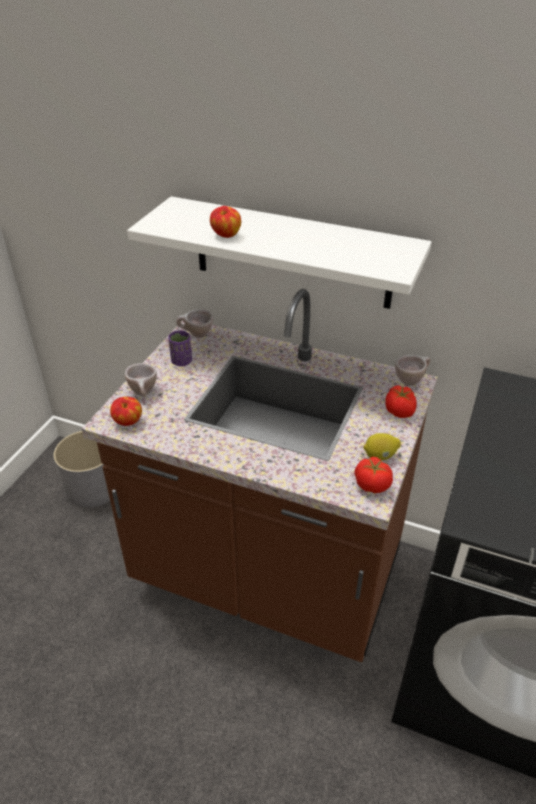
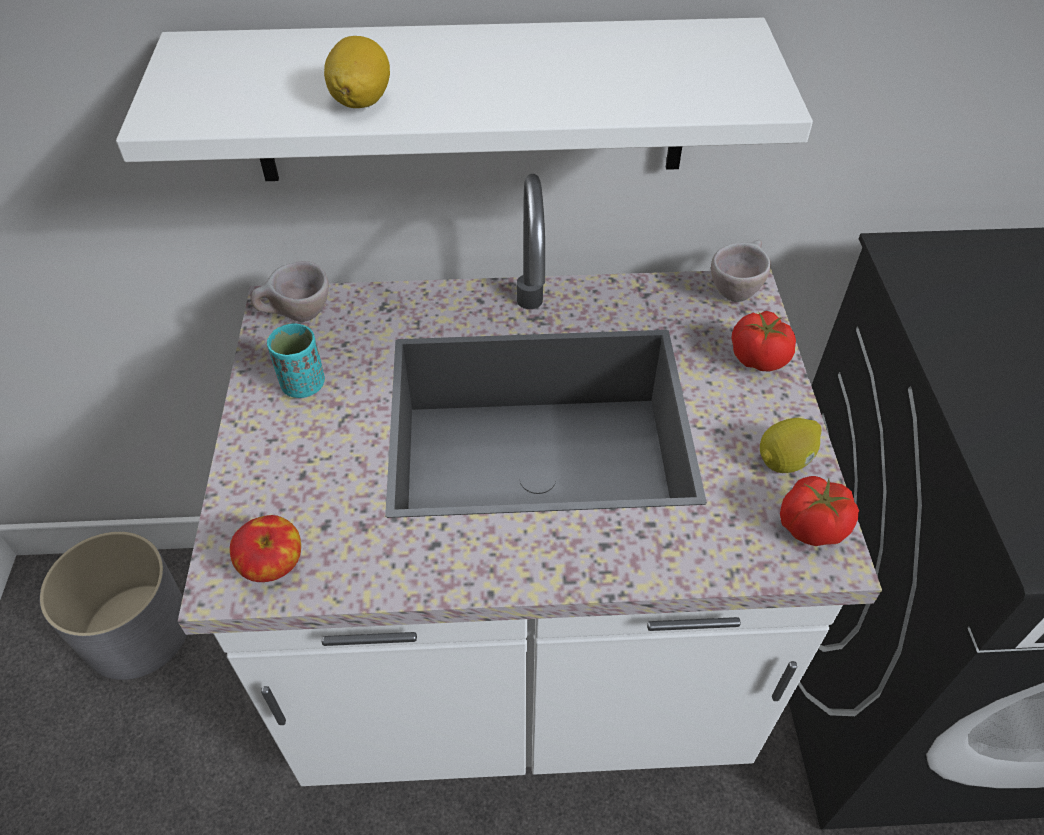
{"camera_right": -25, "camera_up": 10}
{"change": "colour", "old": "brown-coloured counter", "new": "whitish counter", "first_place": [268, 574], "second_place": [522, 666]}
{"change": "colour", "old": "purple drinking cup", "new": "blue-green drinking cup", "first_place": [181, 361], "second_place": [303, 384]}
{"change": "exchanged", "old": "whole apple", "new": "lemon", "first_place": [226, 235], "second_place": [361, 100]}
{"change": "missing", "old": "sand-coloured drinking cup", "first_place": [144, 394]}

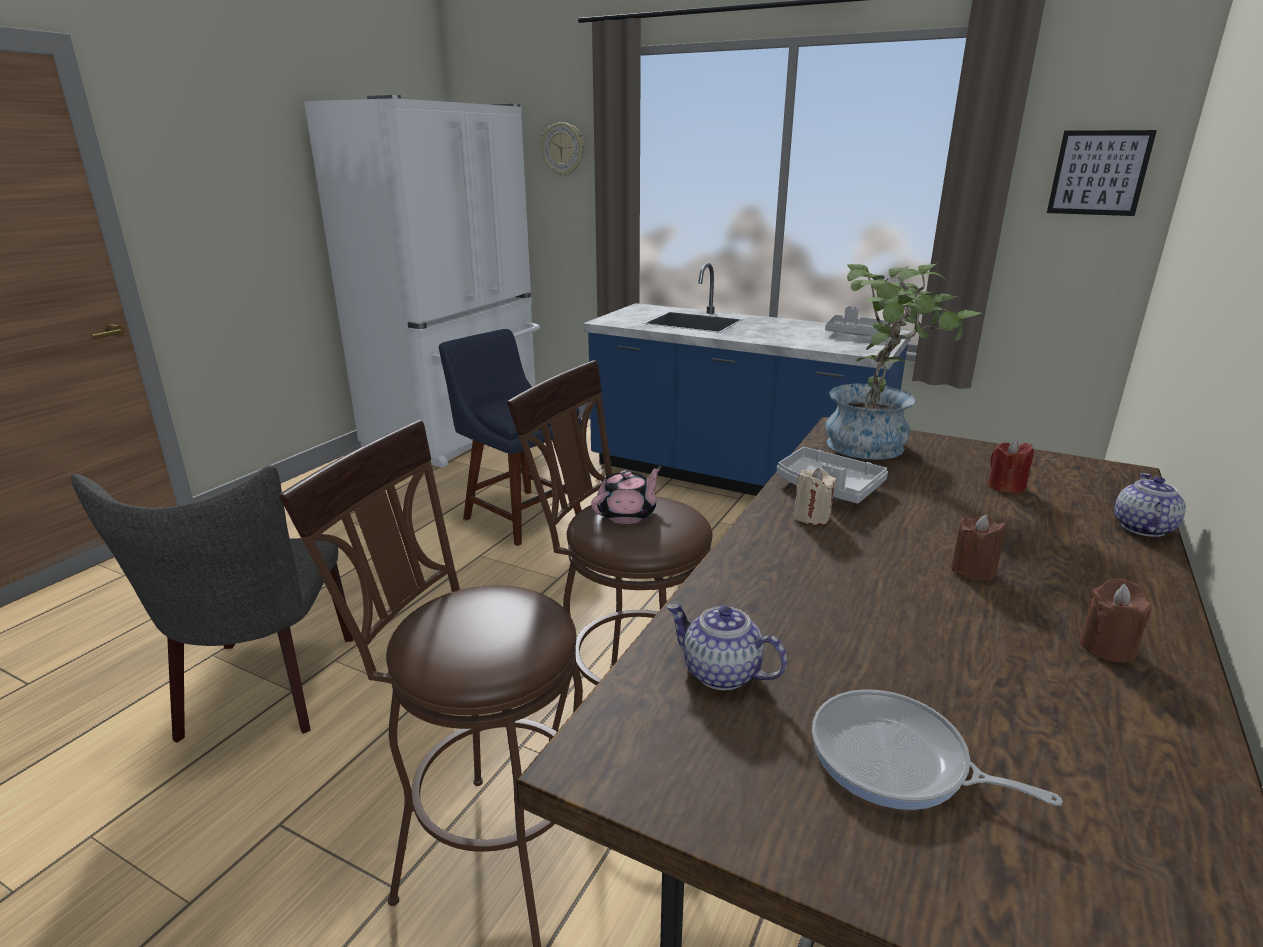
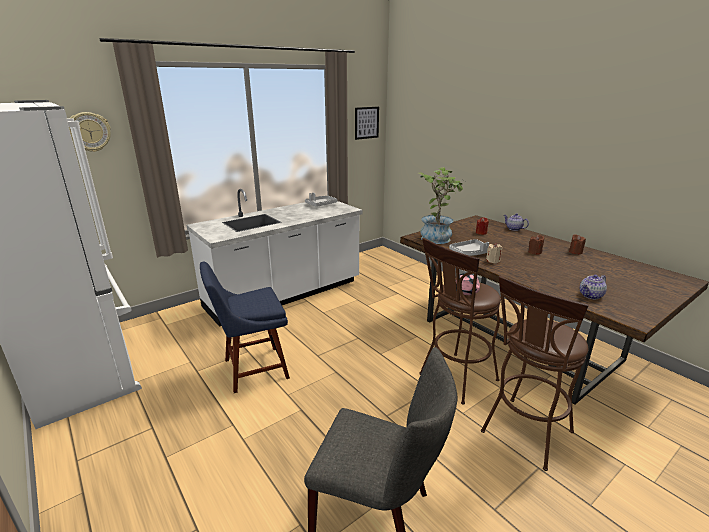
{"camera_right": -65, "camera_up": 0}
{"change": "colour", "old": "bluish counter", "new": "whitish counter", "first_place": [734, 477], "second_place": [285, 295]}
{"change": "missing", "old": "frying pan", "first_place": [896, 761]}

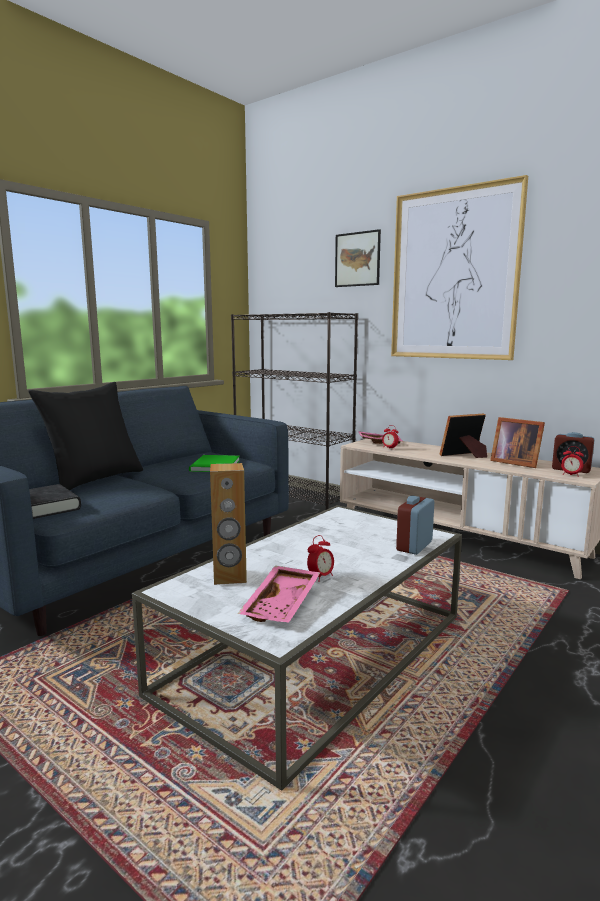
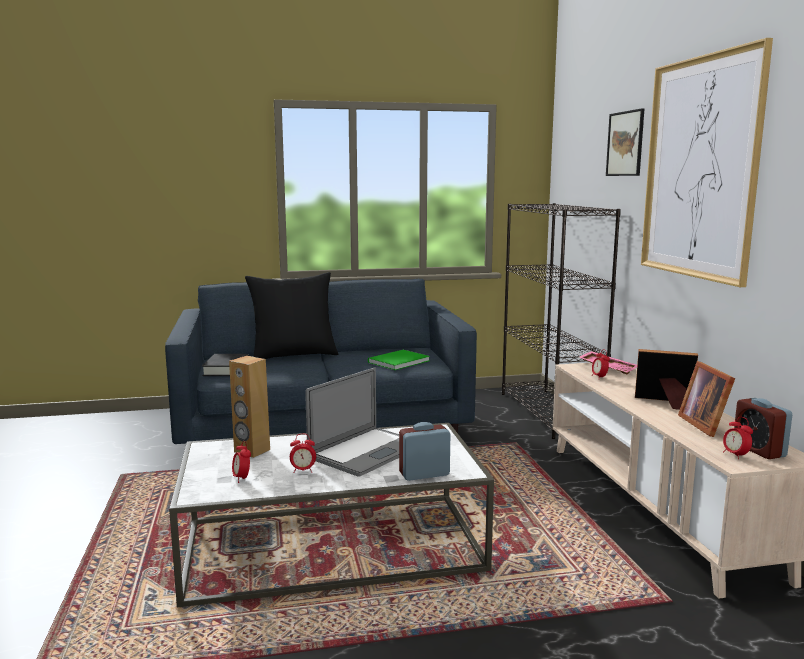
{"camera_right": 40, "camera_up": 0}
{"change": "exchanged", "old": "pinkish tray", "new": "bedside clock", "first_place": [283, 605], "second_place": [242, 478]}
{"change": "appeared", "new": "laptop", "second_place": [367, 451]}

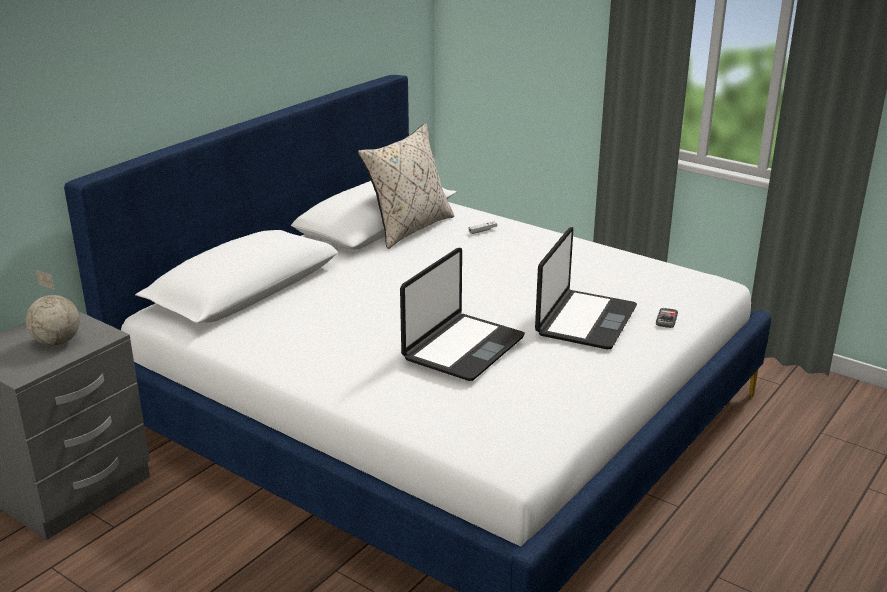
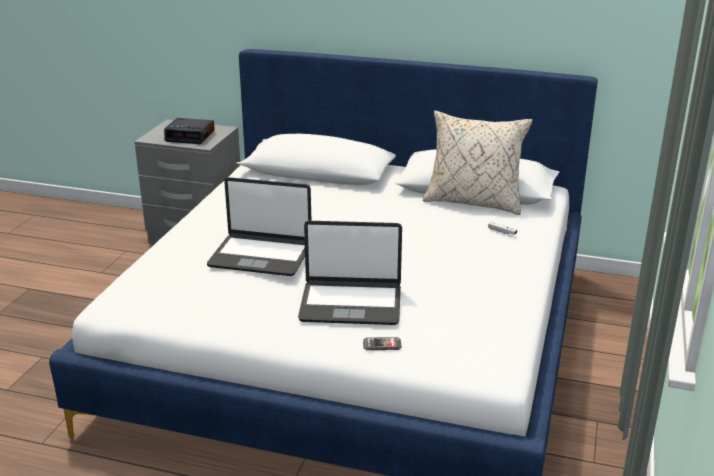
{"camera_right": 70, "camera_up": 0}
{"change": "exchanged", "old": "globe", "new": "bedside clock", "first_place": [57, 342], "second_place": [190, 136]}

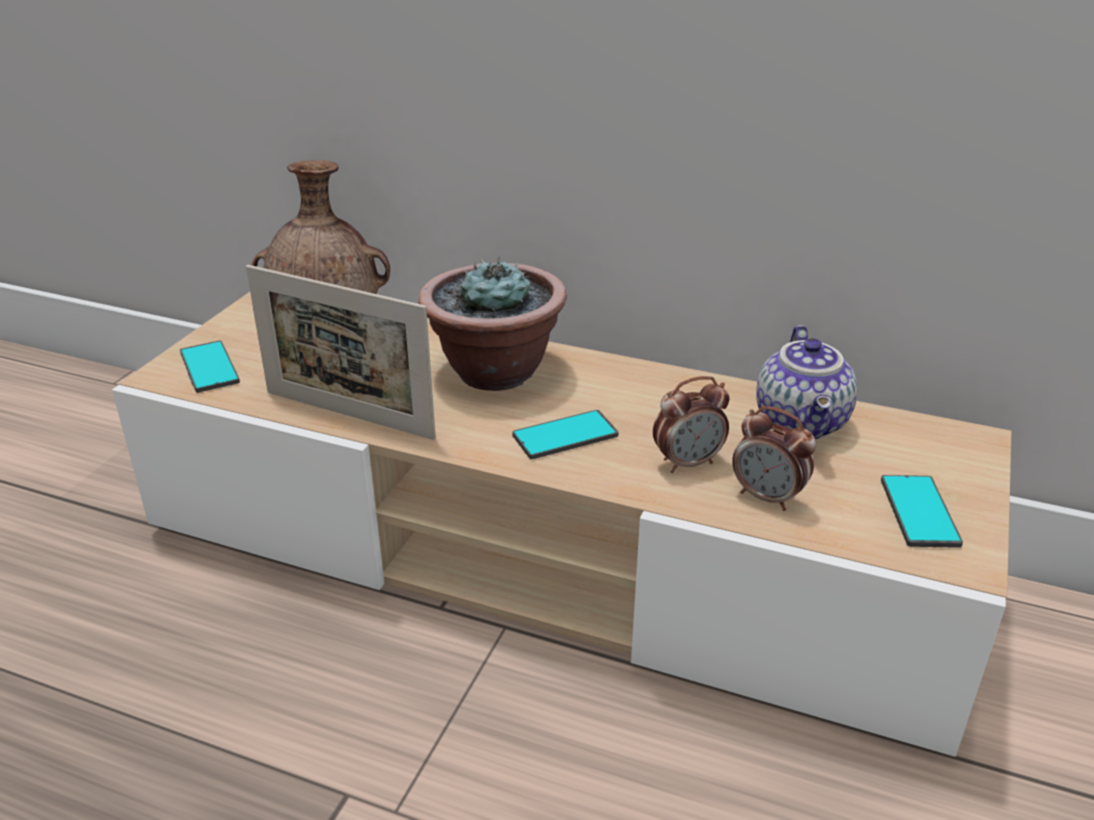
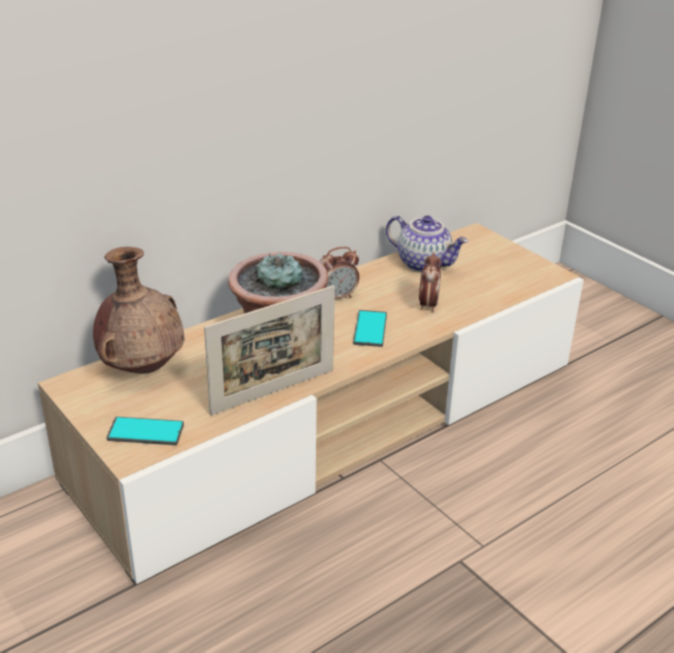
{"camera_right": -60, "camera_up": 0}
{"change": "relocated", "old": "bedside clock", "first_place": [768, 497], "second_place": [337, 297]}
{"change": "missing", "old": "handset", "first_place": [919, 512]}

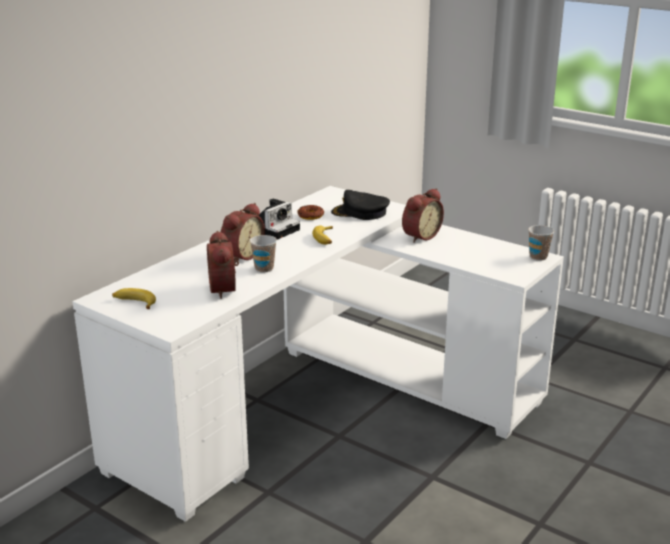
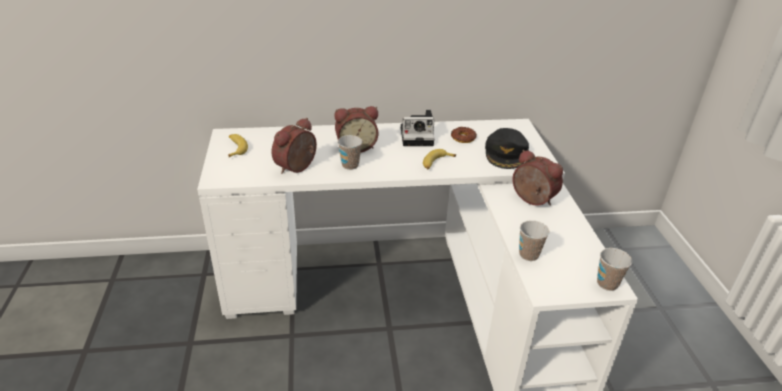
{"camera_right": 45, "camera_up": 10}
{"change": "spun", "old": "blackish peaked cap", "first_place": [360, 212], "second_place": [506, 153], "degrees": -135}
{"change": "spun", "old": "bedside clock", "first_place": [419, 236], "second_place": [531, 200], "degrees": -135}
{"change": "appeared", "new": "drinking cup", "second_place": [529, 255]}

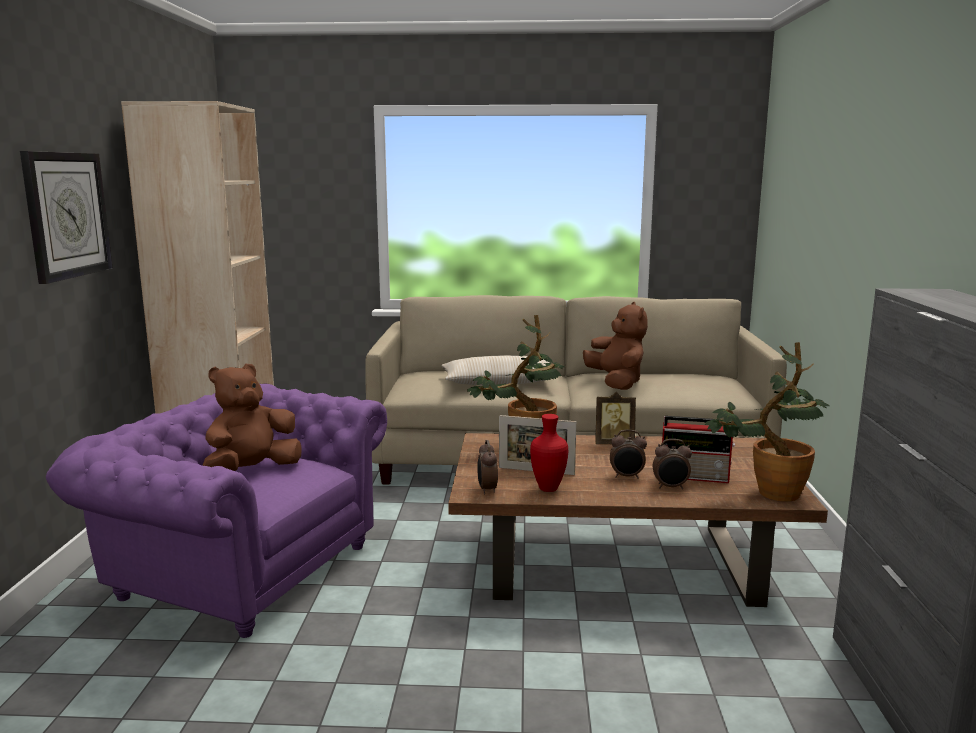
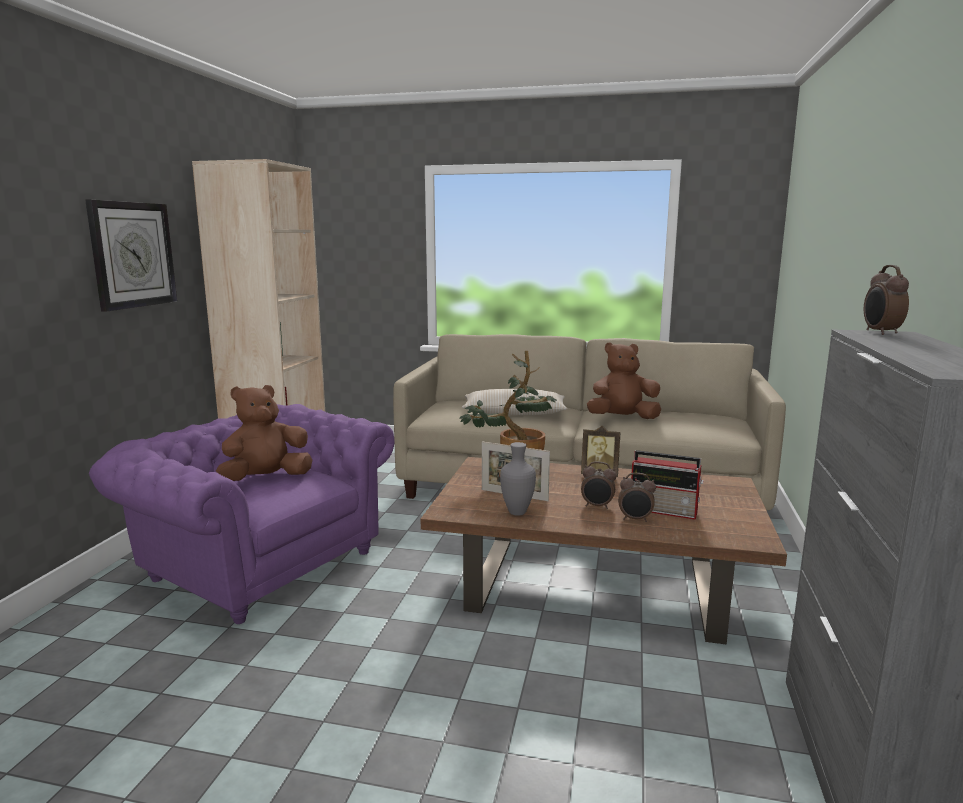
{"camera_right": 10, "camera_up": 0}
{"change": "colour", "old": "red decorative vase", "new": "gray decorative vase", "first_place": [549, 489], "second_place": [517, 513]}
{"change": "spun", "old": "brown-coloured plush toy", "first_place": [616, 383], "second_place": [622, 418], "degrees": -90}
{"change": "relocated", "old": "bedside clock", "first_place": [487, 490], "second_place": [880, 333]}
{"change": "missing", "old": "potted plant", "first_place": [768, 493]}

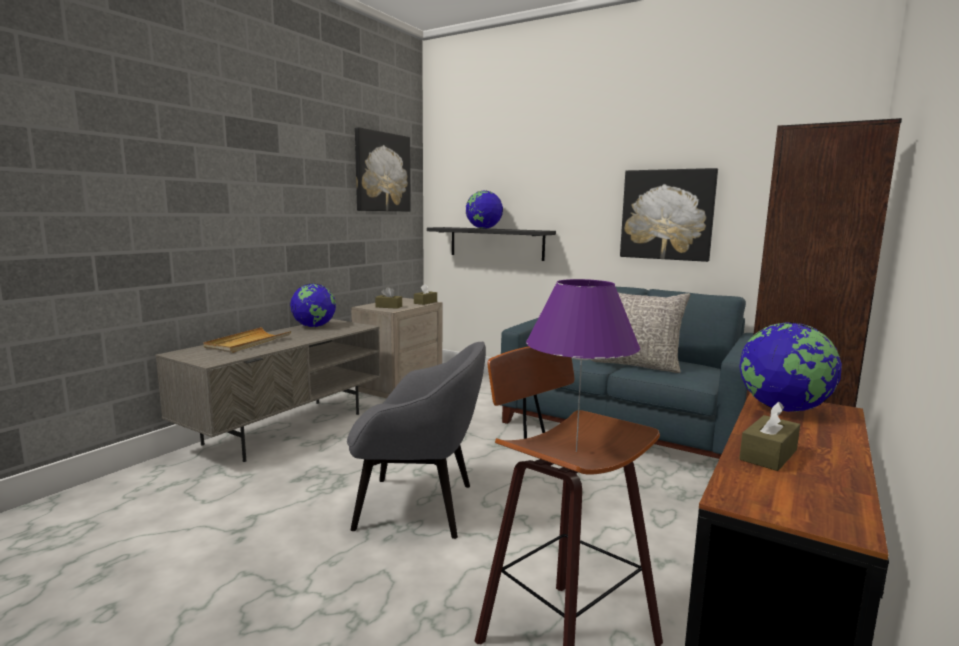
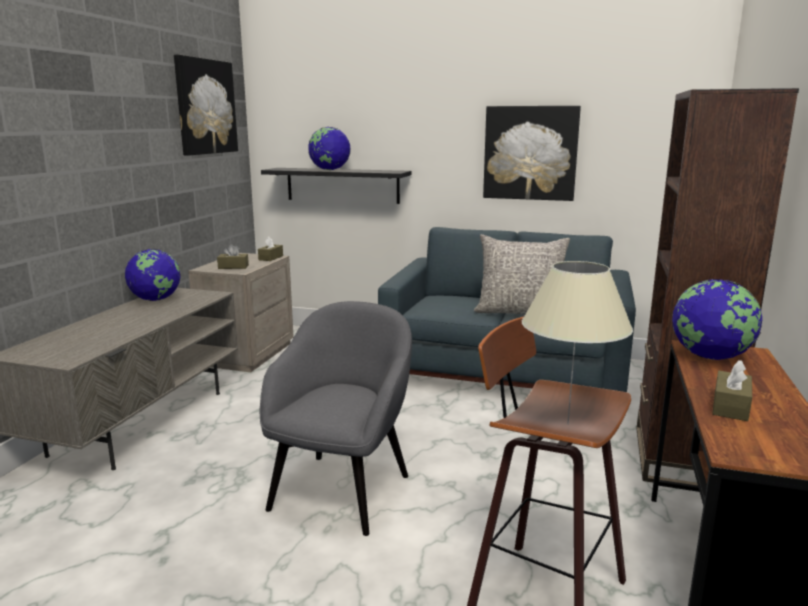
{"camera_right": -15, "camera_up": 5}
{"change": "spun", "old": "gray lounge chair", "first_place": [419, 506], "second_place": [342, 490], "degrees": -60}
{"change": "colour", "old": "purple lamp for a table", "new": "sand-coloured lamp for a table", "first_place": [576, 451], "second_place": [568, 424]}
{"change": "missing", "old": "sand-coloured tray", "first_place": [248, 343]}

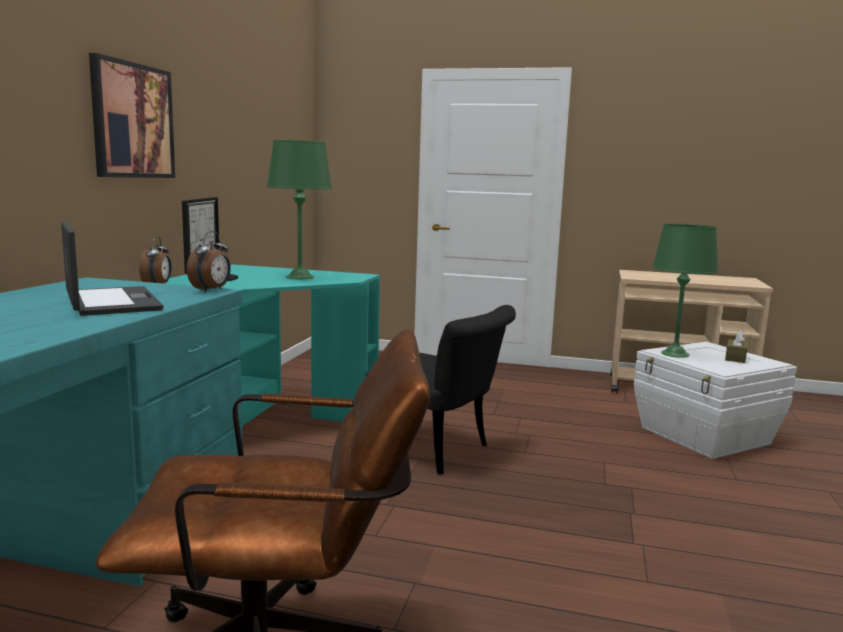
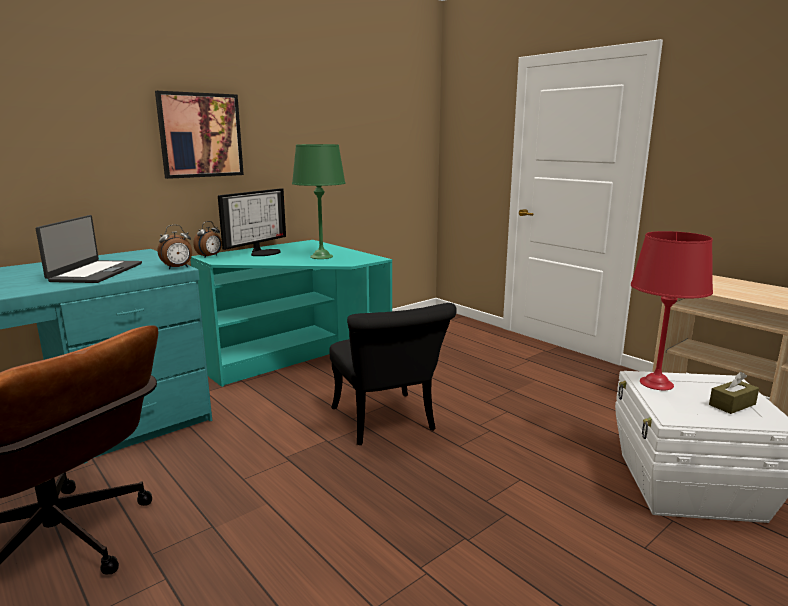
{"camera_right": 35, "camera_up": 5}
{"change": "colour", "old": "green lamp for a table", "new": "red lamp for a table", "first_place": [675, 354], "second_place": [656, 384]}

